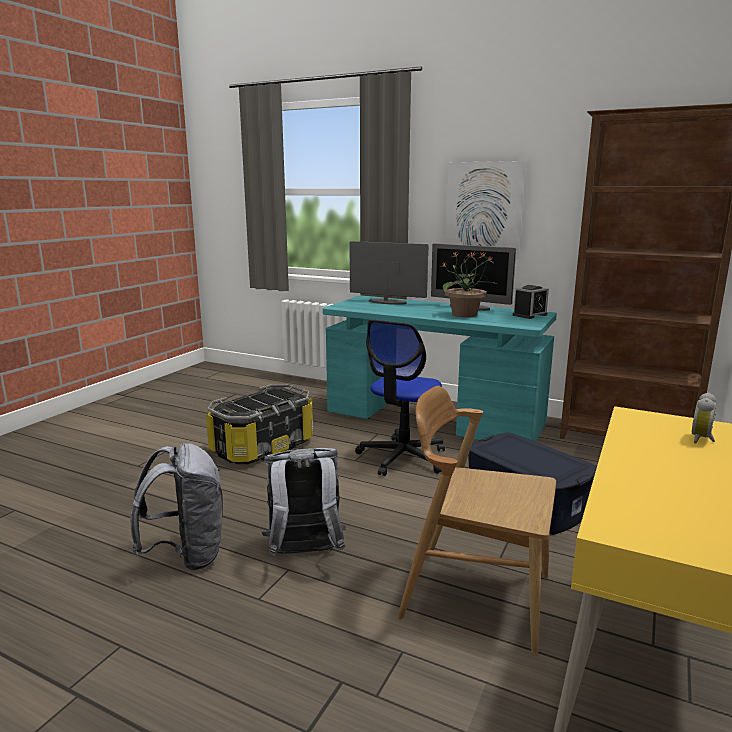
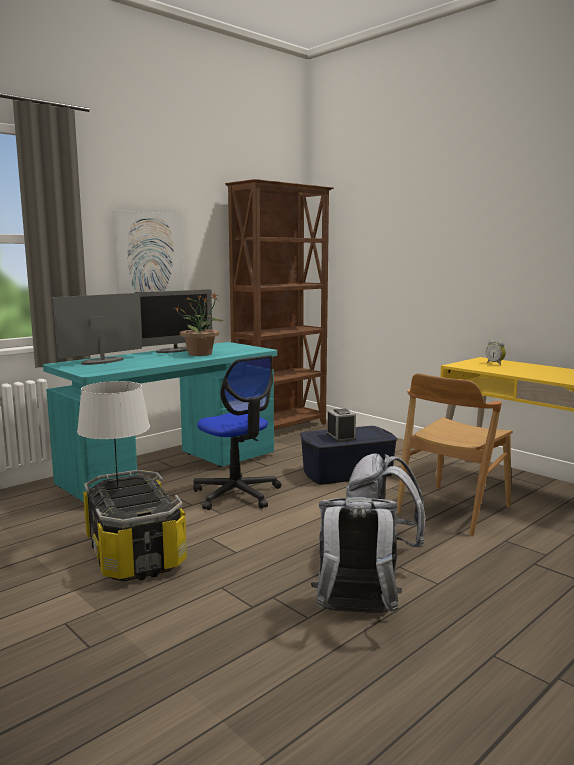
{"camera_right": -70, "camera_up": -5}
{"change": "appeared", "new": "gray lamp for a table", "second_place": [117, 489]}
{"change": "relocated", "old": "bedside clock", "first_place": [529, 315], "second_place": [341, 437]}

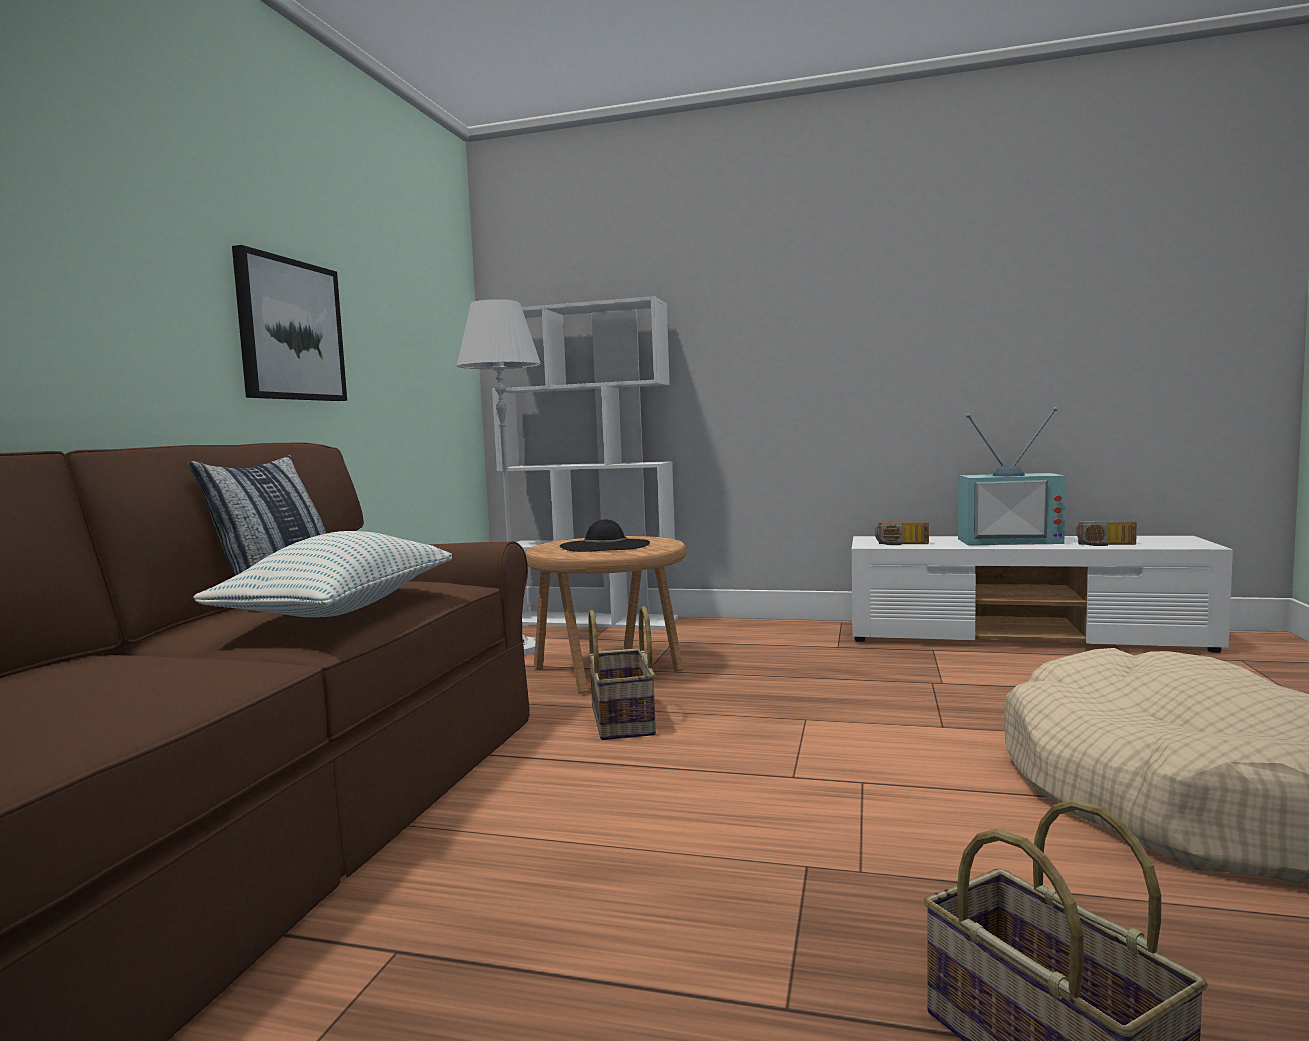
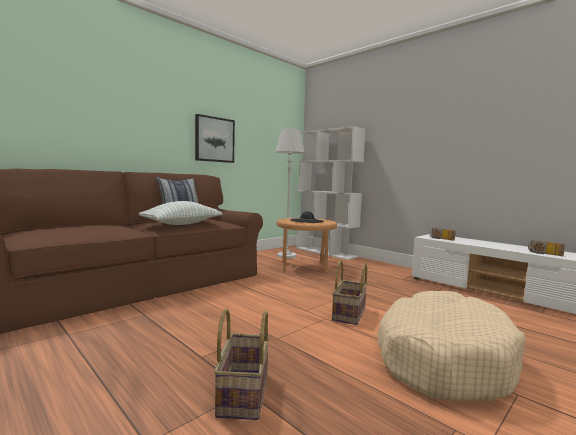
{"camera_right": 30, "camera_up": 0}
{"change": "relocated", "old": "basket", "first_place": [624, 720], "second_place": [349, 314]}
{"change": "missing", "old": "TV set", "first_place": [1009, 540]}

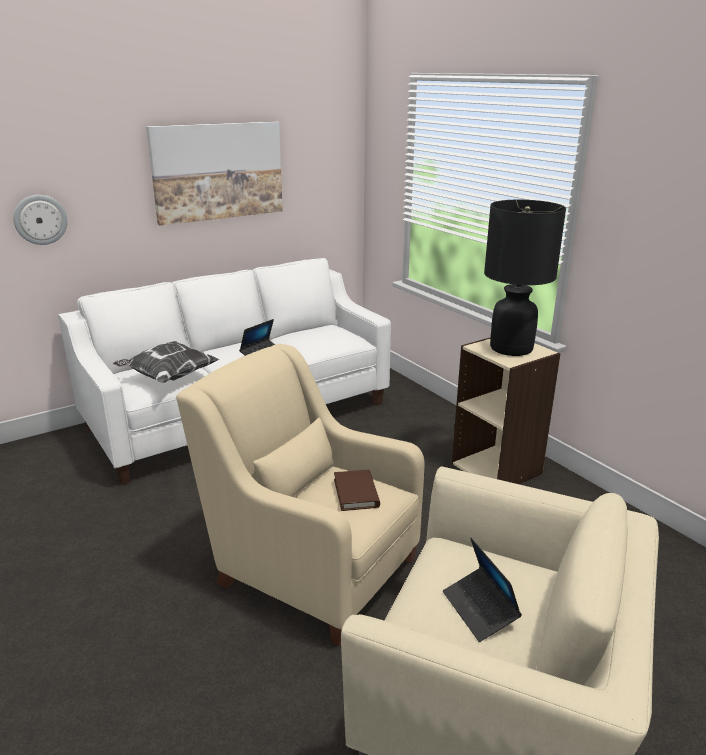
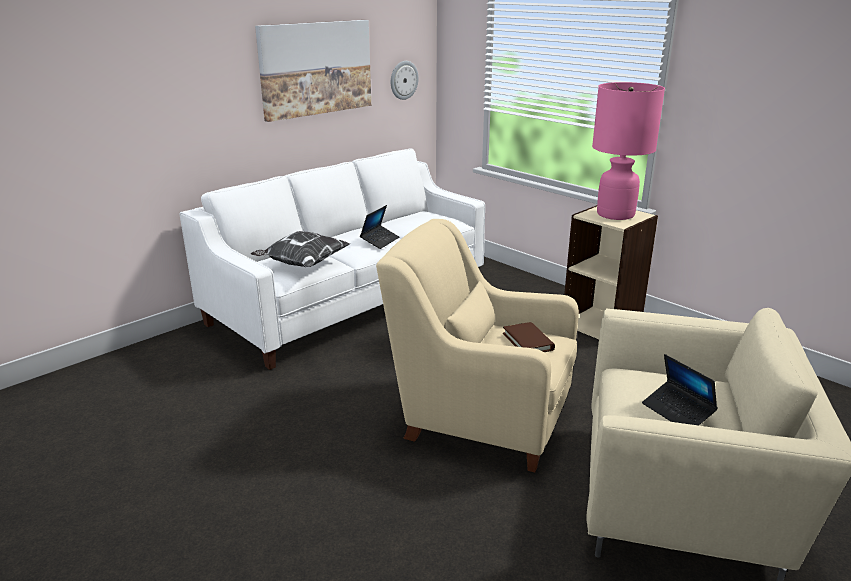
{"camera_right": -10, "camera_up": 0}
{"change": "relocated", "old": "hanging clock", "first_place": [40, 219], "second_place": [403, 80]}
{"change": "colour", "old": "blackish lamp for a table", "new": "pinkish lamp for a table", "first_place": [511, 348], "second_place": [615, 214]}

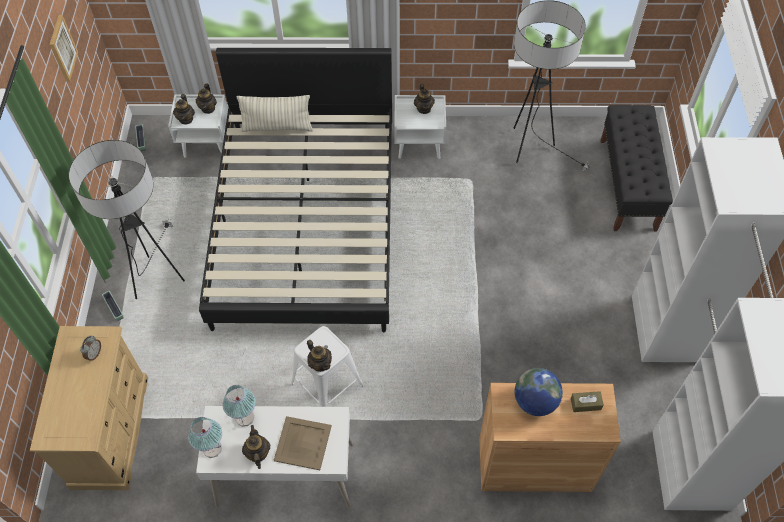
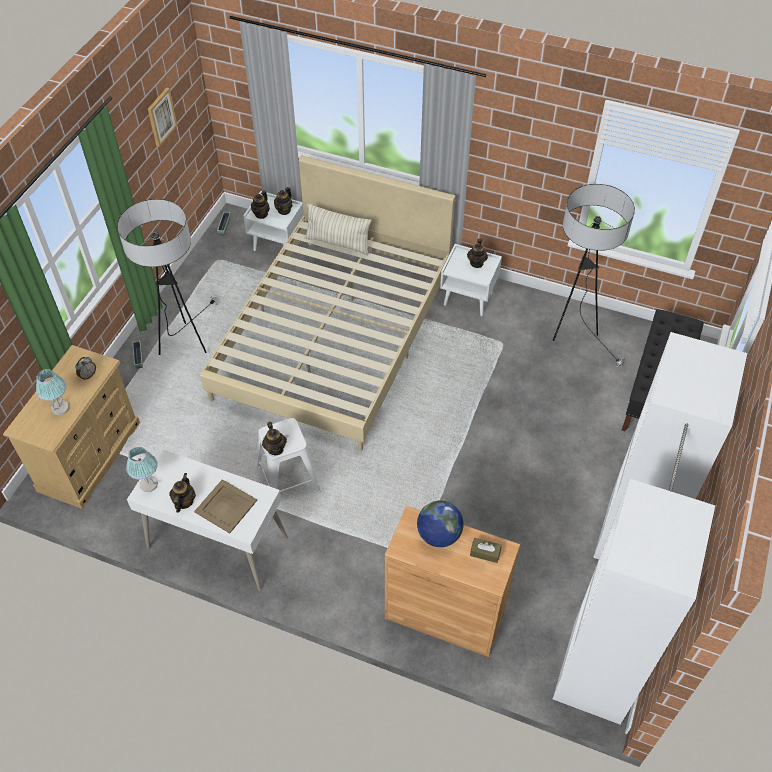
{"camera_right": 20, "camera_up": -5}
{"change": "relocated", "old": "lamp for a table", "first_place": [244, 417], "second_place": [60, 408]}
{"change": "colour", "old": "blackish bed", "new": "sand-coloured bed", "first_place": [307, 223], "second_place": [334, 337]}

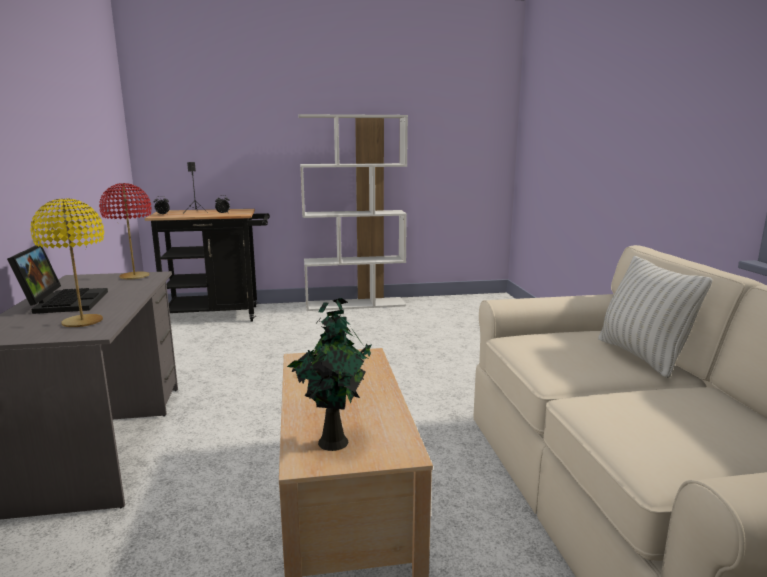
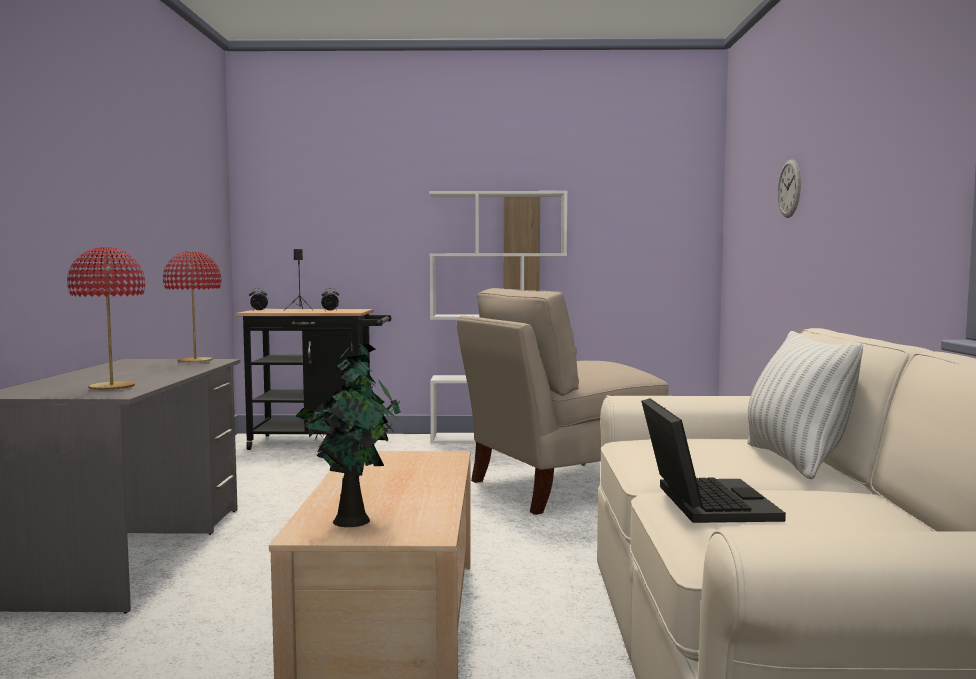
{"camera_right": 10, "camera_up": -10}
{"change": "colour", "old": "yellow lamp for a table", "new": "red lamp for a table", "first_place": [82, 322], "second_place": [111, 388]}
{"change": "appeared", "new": "sand-coloured chair", "second_place": [560, 486]}
{"change": "relocated", "old": "laptop", "first_place": [64, 302], "second_place": [702, 502]}
{"change": "appeared", "new": "hanging clock", "second_place": [789, 188]}

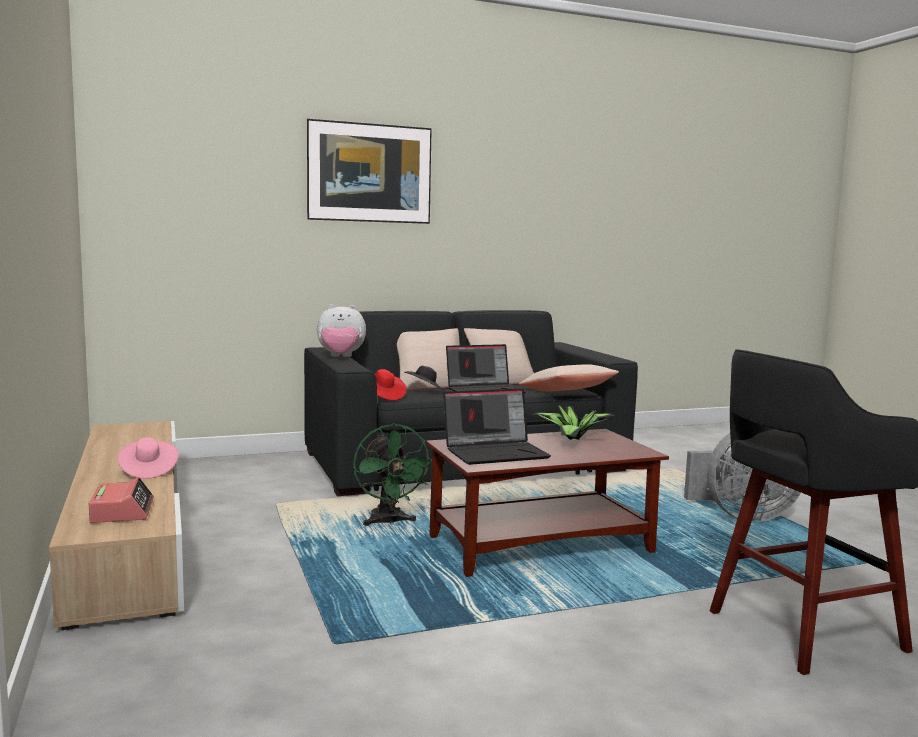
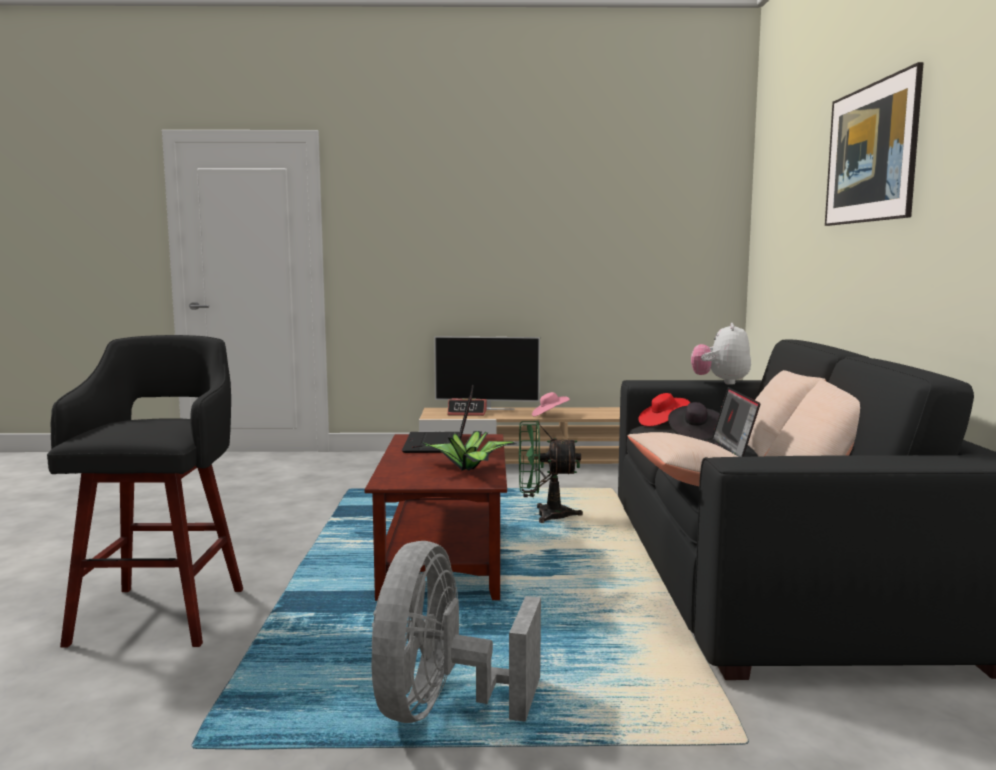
{"camera_right": 110, "camera_up": 0}
{"change": "appeared", "new": "TV set", "second_place": [487, 408]}

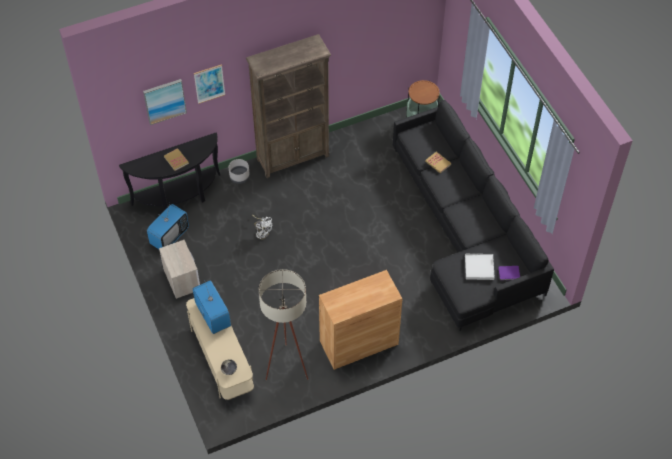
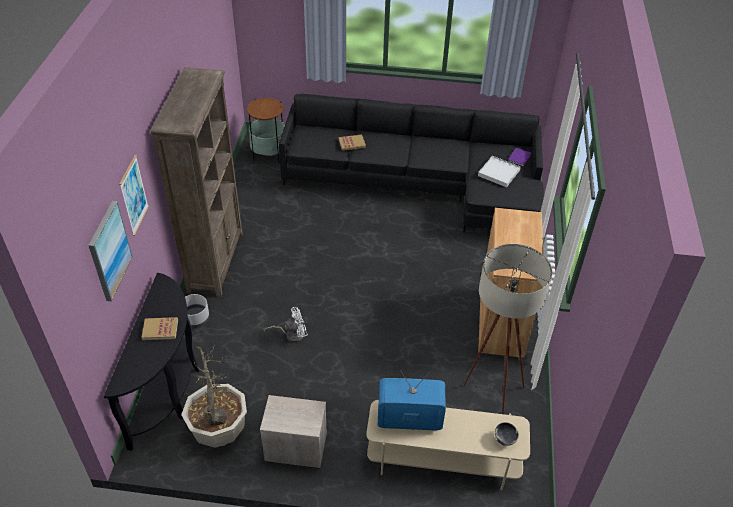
{"camera_right": -60, "camera_up": -10}
{"change": "exchanged", "old": "TV set", "new": "potted plant", "first_place": [169, 236], "second_place": [218, 430]}

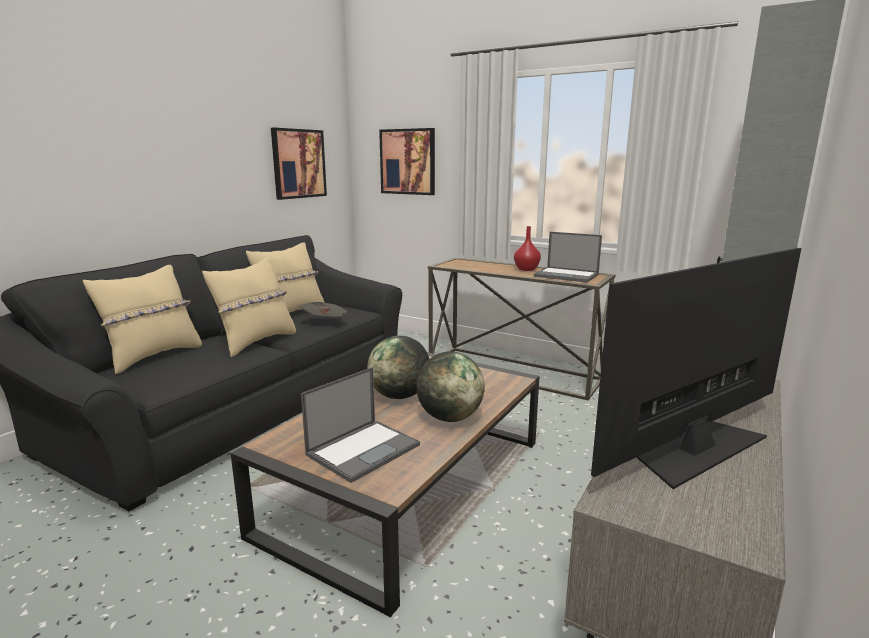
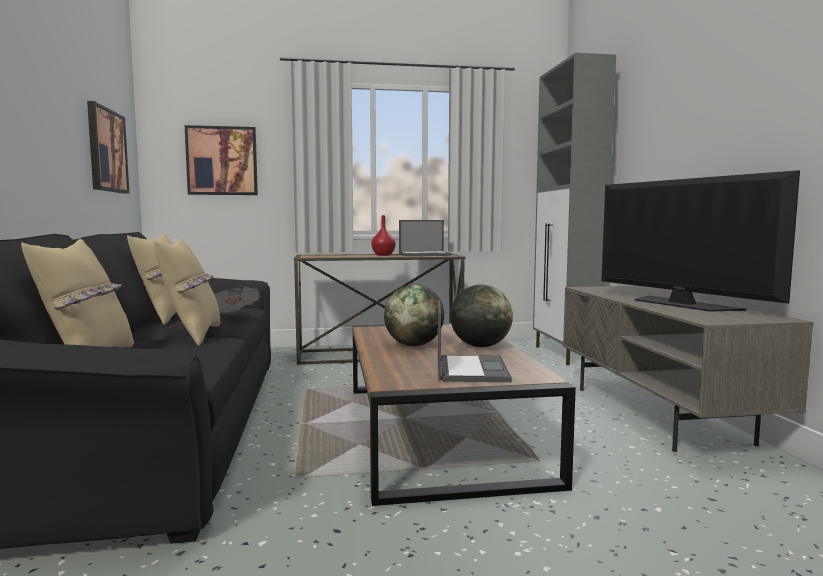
{"camera_right": -40, "camera_up": -10}
{"change": "spun", "old": "TV set", "first_place": [696, 449], "second_place": [681, 304], "degrees": -45}

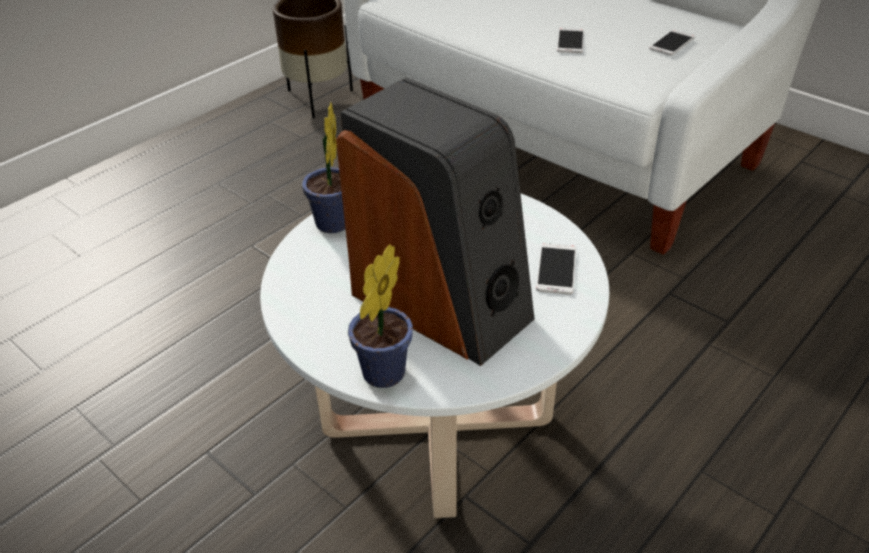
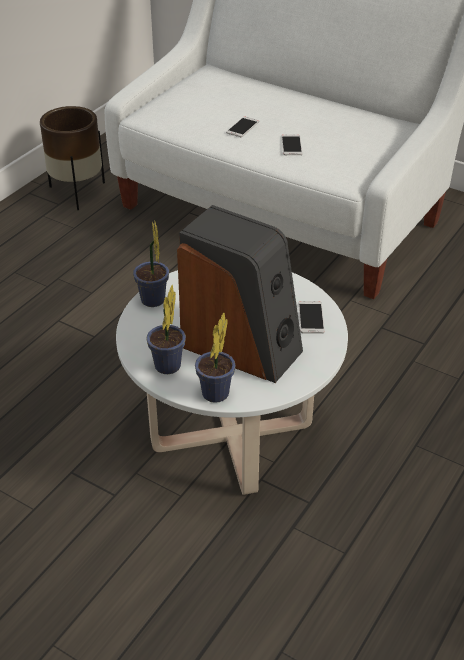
{"camera_right": -10, "camera_up": 0}
{"change": "appeared", "new": "potted plant", "second_place": [166, 368]}
{"change": "relocated", "old": "handset", "first_place": [672, 43], "second_place": [242, 127]}

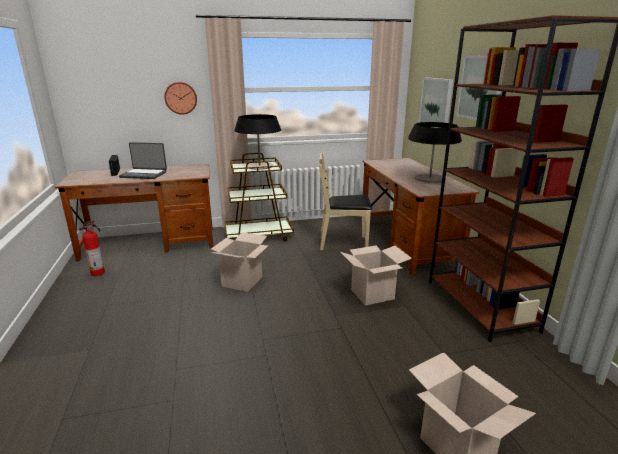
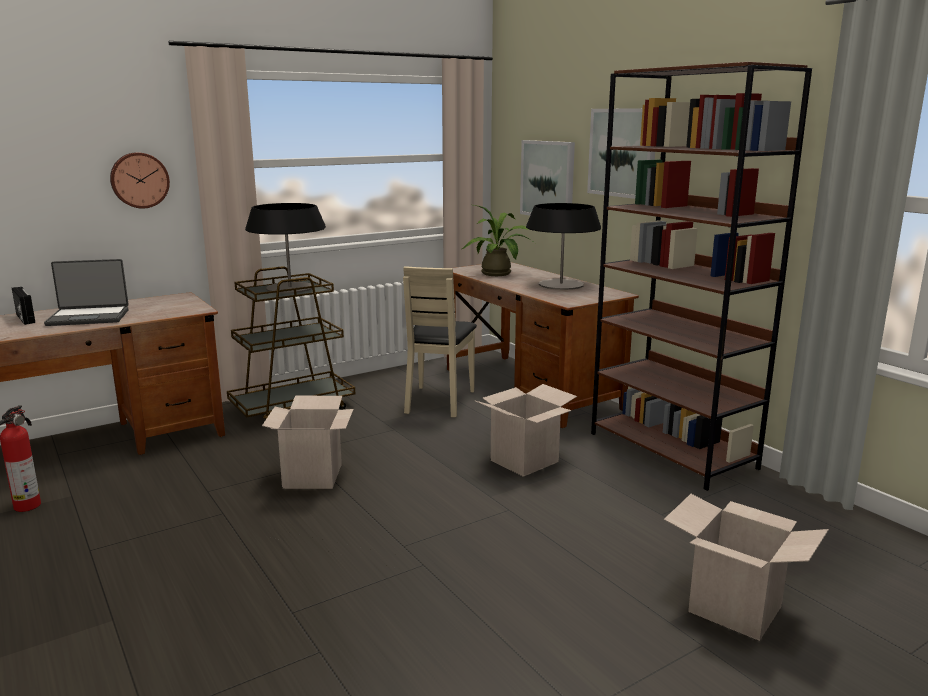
{"camera_right": -20, "camera_up": -5}
{"change": "spun", "old": "sand-coloured chair", "first_place": [344, 244], "second_place": [439, 401], "degrees": -60}
{"change": "appeared", "new": "potted plant", "second_place": [499, 274]}

